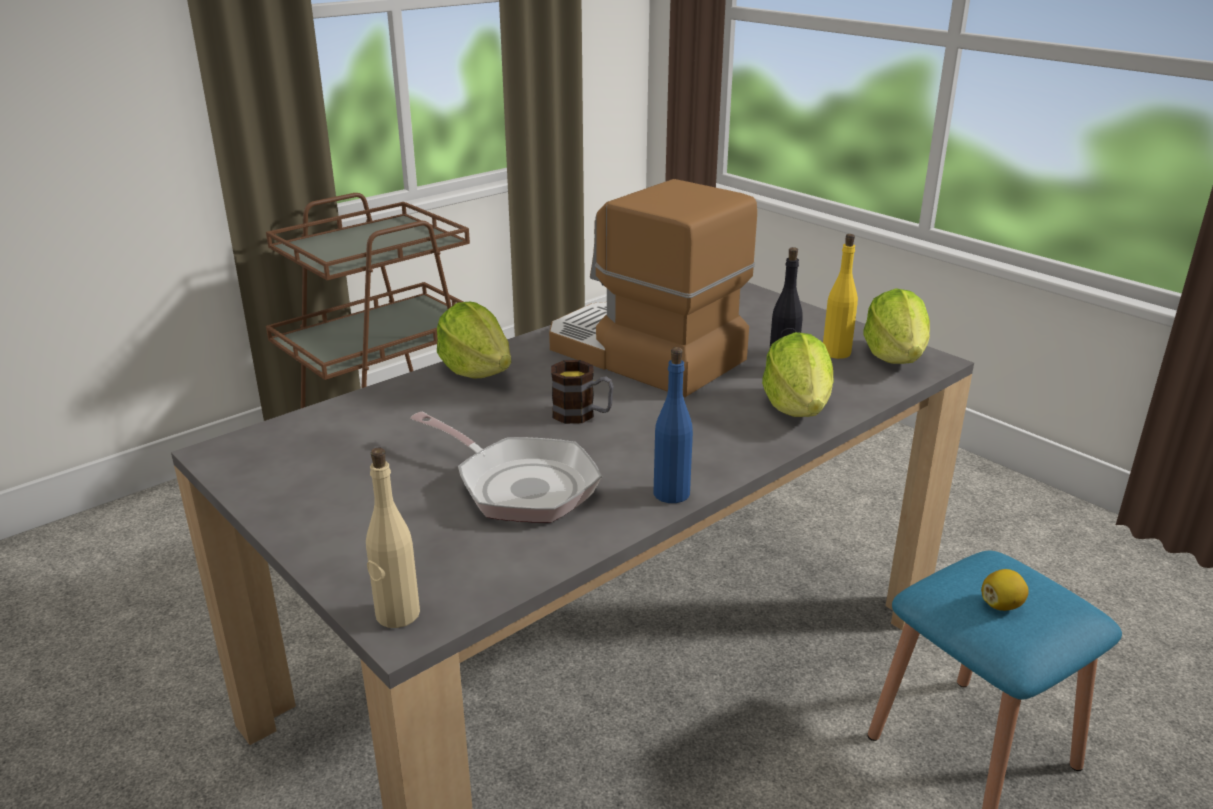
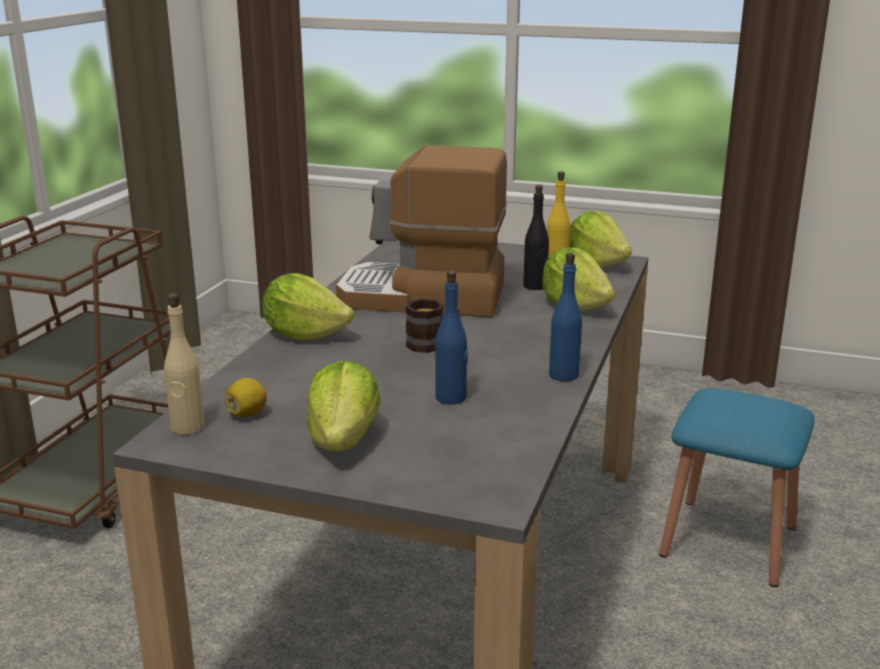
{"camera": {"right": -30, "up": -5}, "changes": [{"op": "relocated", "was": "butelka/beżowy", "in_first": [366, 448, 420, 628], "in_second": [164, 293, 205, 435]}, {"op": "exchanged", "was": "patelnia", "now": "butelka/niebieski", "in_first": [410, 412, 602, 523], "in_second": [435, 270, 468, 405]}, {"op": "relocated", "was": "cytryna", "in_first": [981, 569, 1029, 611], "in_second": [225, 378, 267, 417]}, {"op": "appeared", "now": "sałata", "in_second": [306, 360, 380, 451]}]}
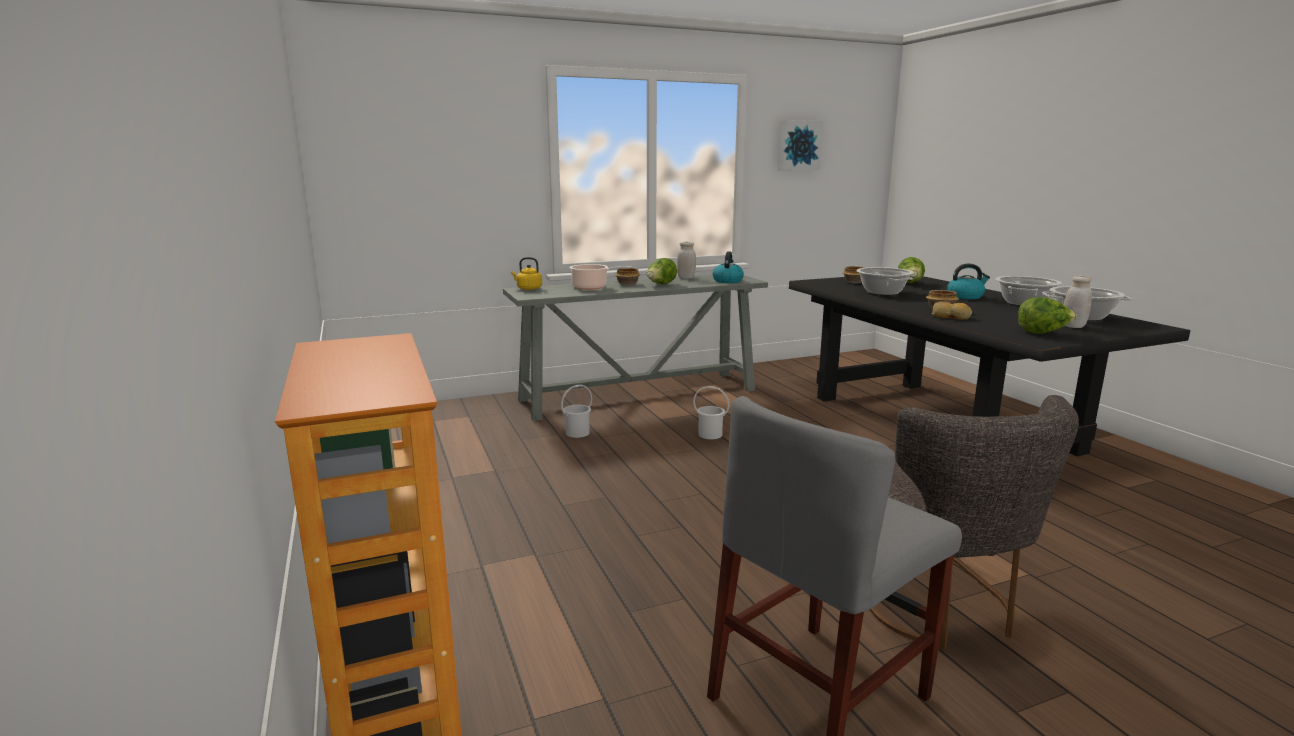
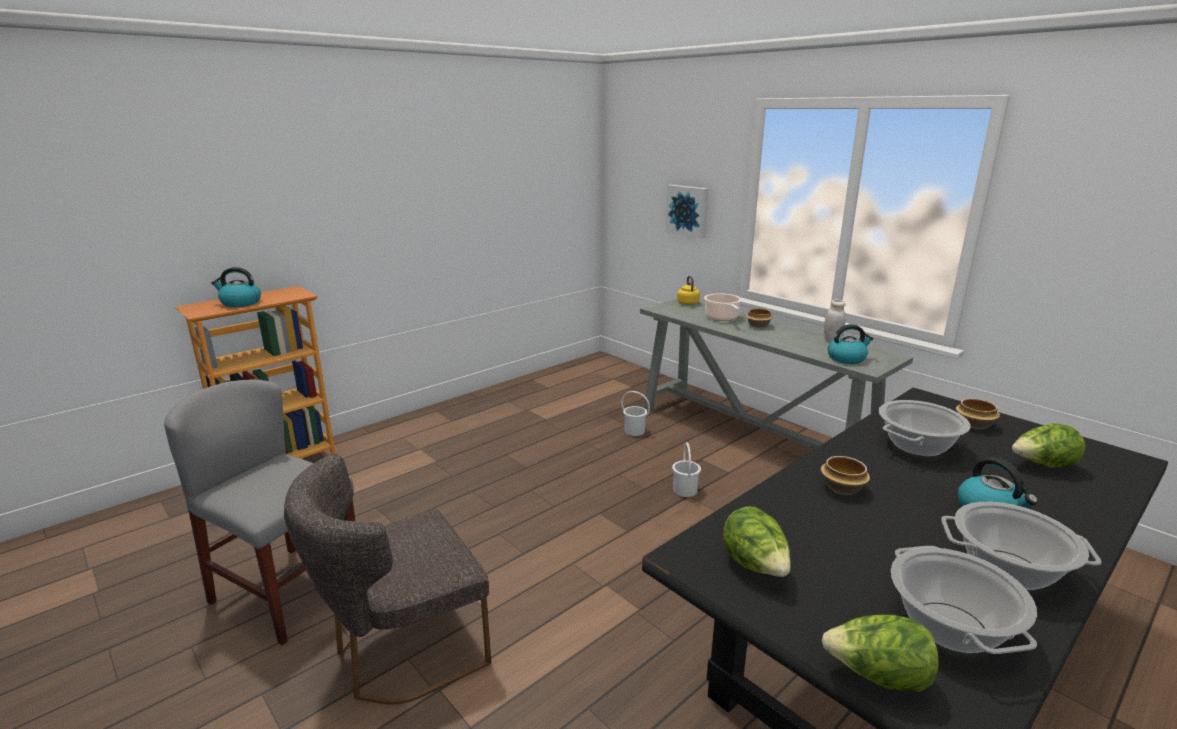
{"camera": {"right": 70, "up": 5}, "changes": [{"op": "relocated", "was": "sałata", "in_first": [647, 258, 677, 284], "in_second": [822, 615, 939, 692]}, {"op": "relocated", "was": "obraz", "in_first": [778, 120, 824, 170], "in_second": [666, 185, 709, 238]}, {"op": "missing", "was": "chleb", "in_first": [932, 301, 972, 320]}, {"op": "missing", "was": "słoik/biały", "in_first": [1064, 276, 1092, 328]}, {"op": "appeared", "now": "czajnik", "in_second": [211, 267, 261, 307]}]}
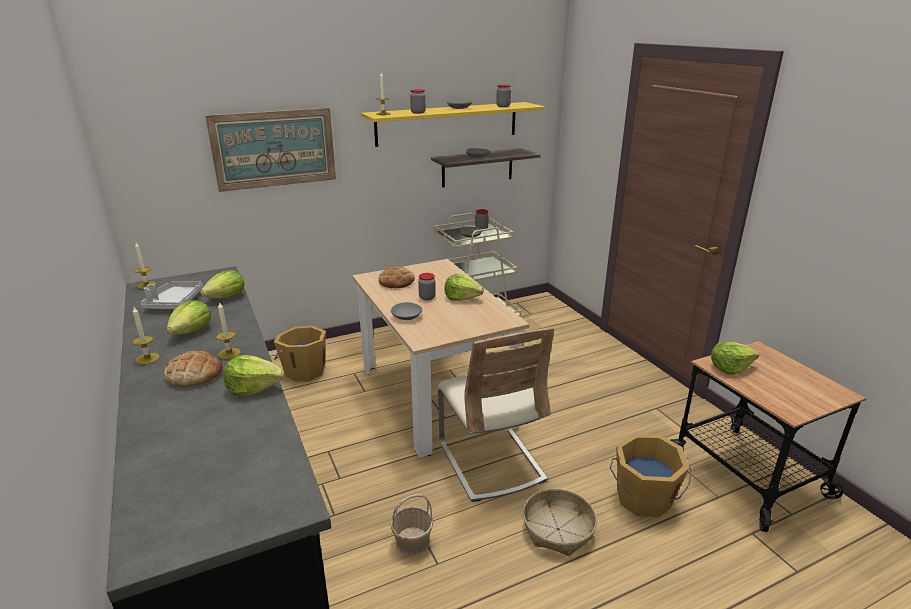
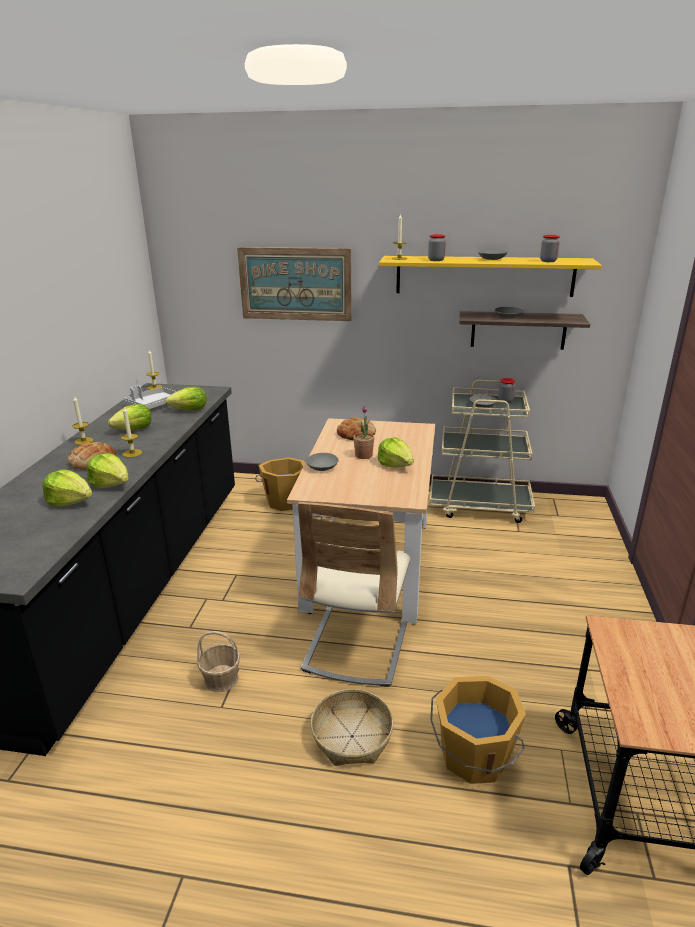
{"camera": {"right": 35, "up": 0}, "changes": [{"op": "exchanged", "was": "słoik", "now": "roślina doniczkowa", "in_first": [418, 273, 436, 300], "in_second": [353, 406, 374, 459]}, {"op": "relocated", "was": "sałata", "in_first": [711, 342, 759, 375], "in_second": [42, 469, 92, 506]}]}
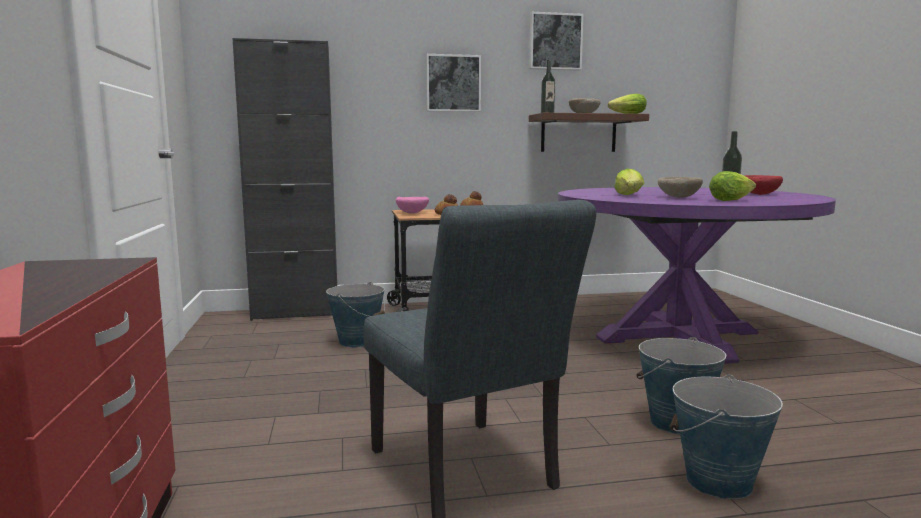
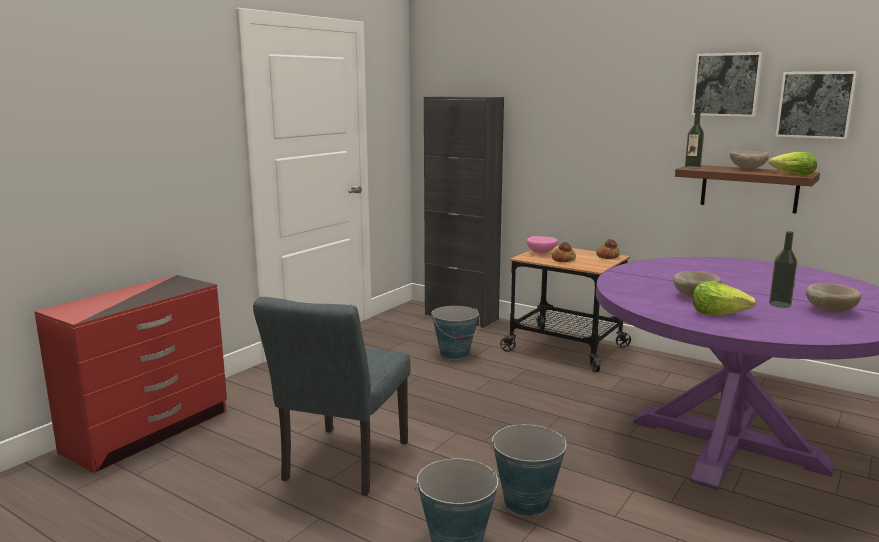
{"camera": {"right": 45, "up": 5}, "changes": [{"op": "relocated", "was": "obraz", "in_first": [426, 54, 481, 112], "in_second": [775, 71, 857, 139]}, {"op": "missing", "was": "sałata", "in_first": [614, 169, 644, 195]}, {"op": "colour", "was": "miska/czerwony", "now": "miska/beżowy", "in_first": [745, 175, 783, 195], "in_second": [806, 283, 861, 312]}]}
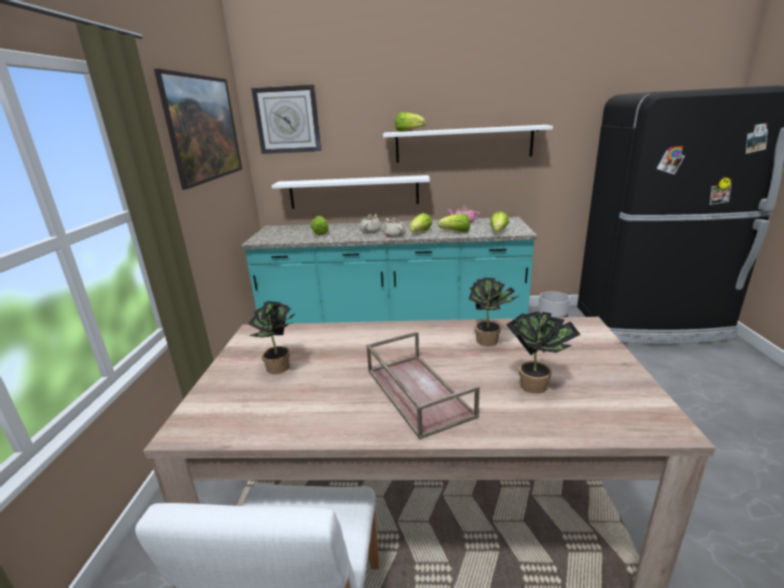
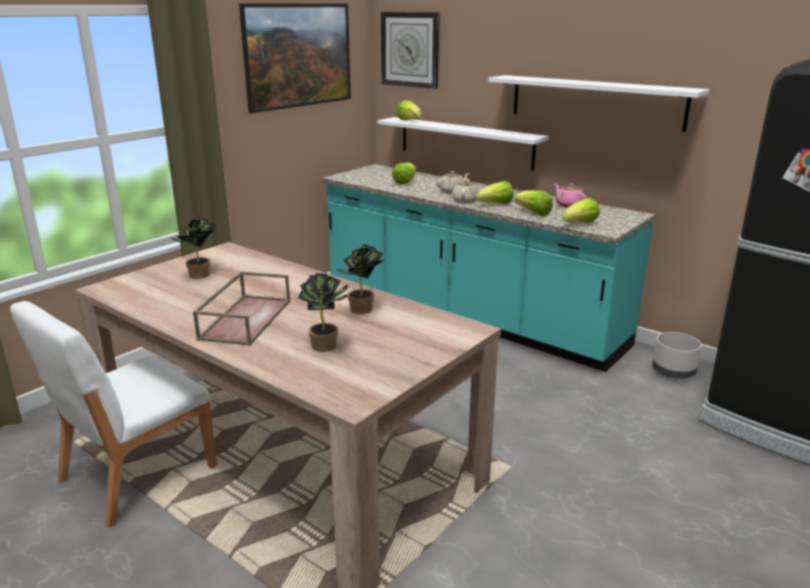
{"camera": {"right": 35, "up": 0}, "changes": [{"op": "relocated", "was": "sałata", "in_first": [395, 112, 426, 132], "in_second": [397, 100, 421, 120]}]}
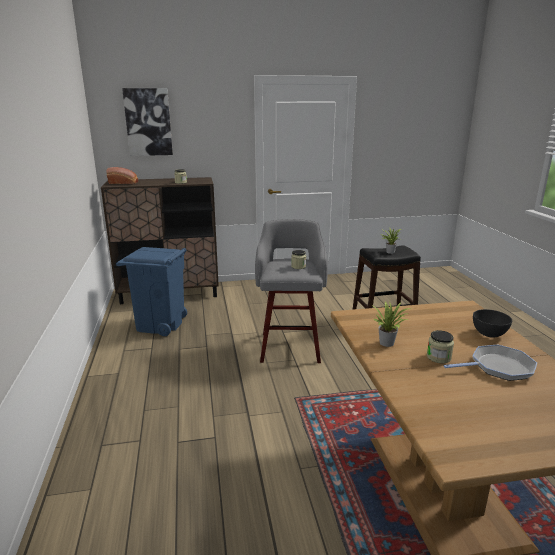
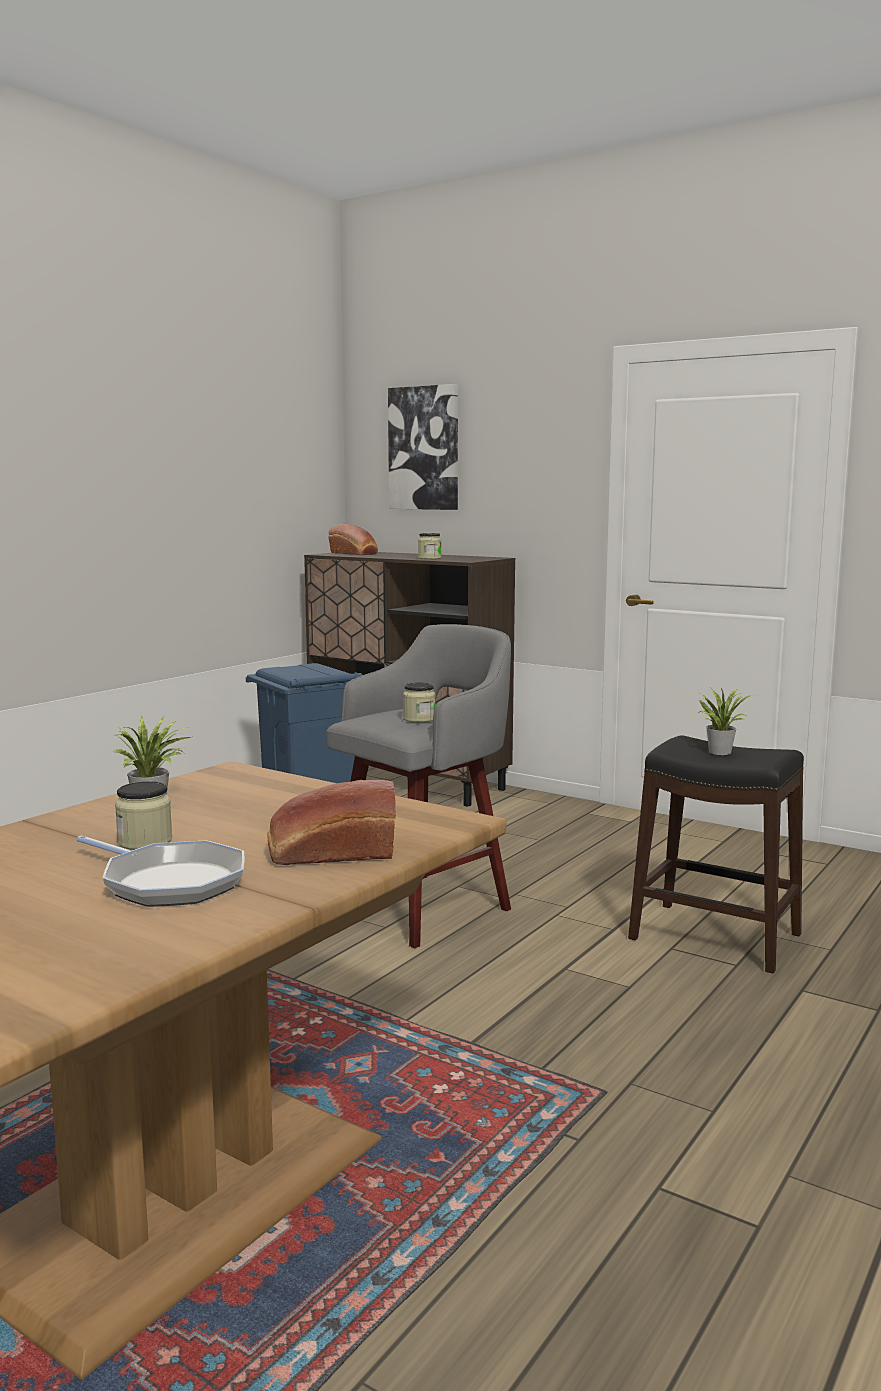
{"camera": {"right": 45, "up": -10}, "changes": [{"op": "exchanged", "was": "miska/szary", "now": "chleb", "in_first": [473, 309, 512, 338], "in_second": [268, 780, 396, 865]}]}
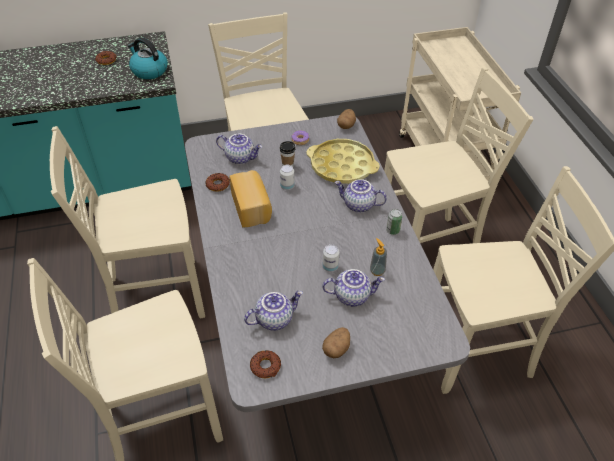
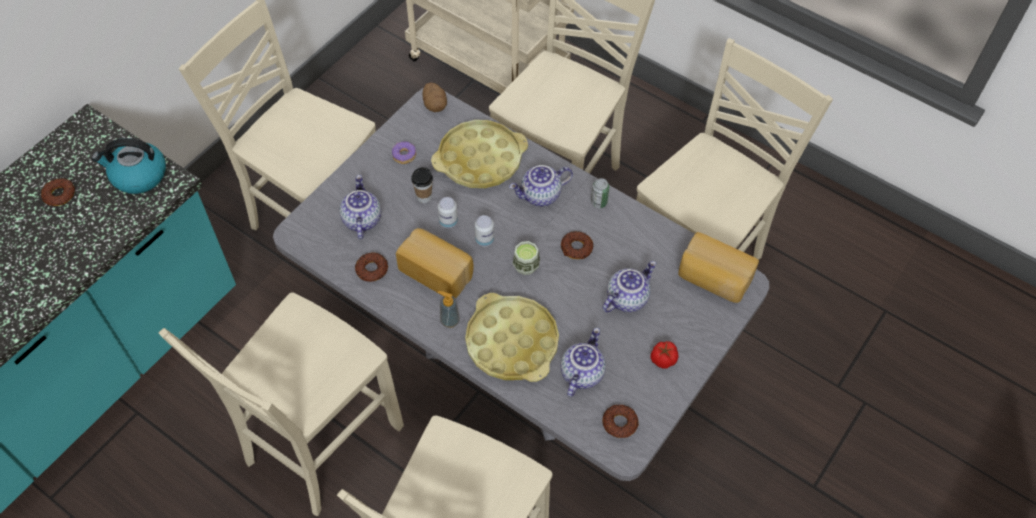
{"camera": {"right": -40, "up": 10}, "changes": [{"op": "spun", "was": "imbryk", "in_first": [216, 134, 262, 164], "in_second": [339, 175, 381, 239], "clockwise": -75}, {"op": "exchanged", "was": "ziemniak", "now": "pomidor", "in_first": [322, 327, 350, 358], "in_second": [651, 341, 679, 368]}, {"op": "relocated", "was": "puszka", "in_first": [323, 244, 339, 272], "in_second": [475, 215, 494, 247]}, {"op": "relocated", "was": "dozownik mydła", "in_first": [370, 238, 387, 276], "in_second": [438, 291, 460, 328]}, {"op": "appeared", "now": "taca/żółty", "in_second": [465, 293, 559, 382]}, {"op": "appeared", "now": "filiżanka", "in_second": [512, 241, 540, 275]}, {"op": "appeared", "now": "donut", "in_second": [561, 231, 593, 259]}, {"op": "appeared", "now": "chleb", "in_second": [678, 232, 759, 303]}]}
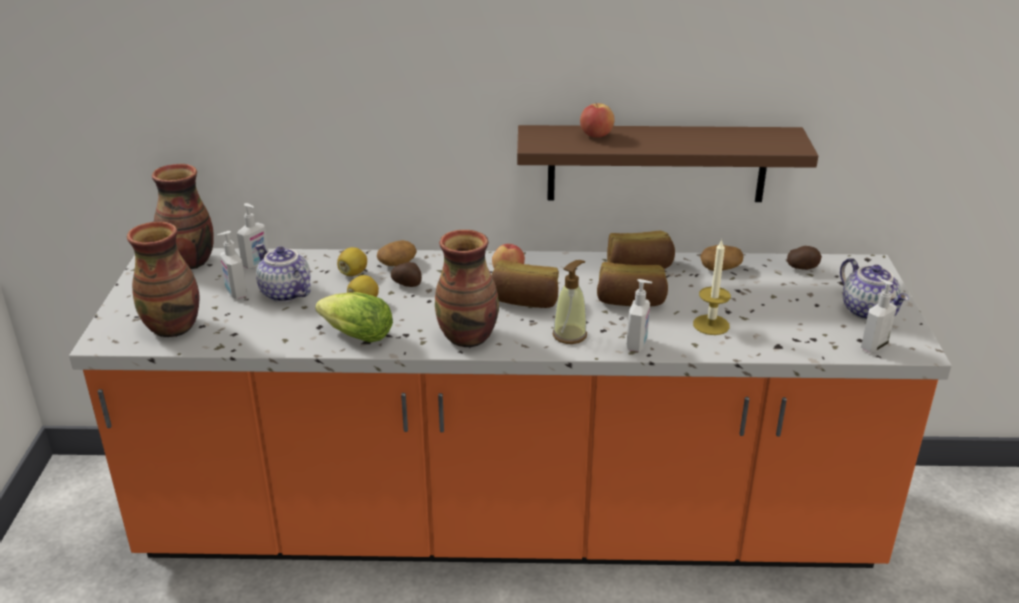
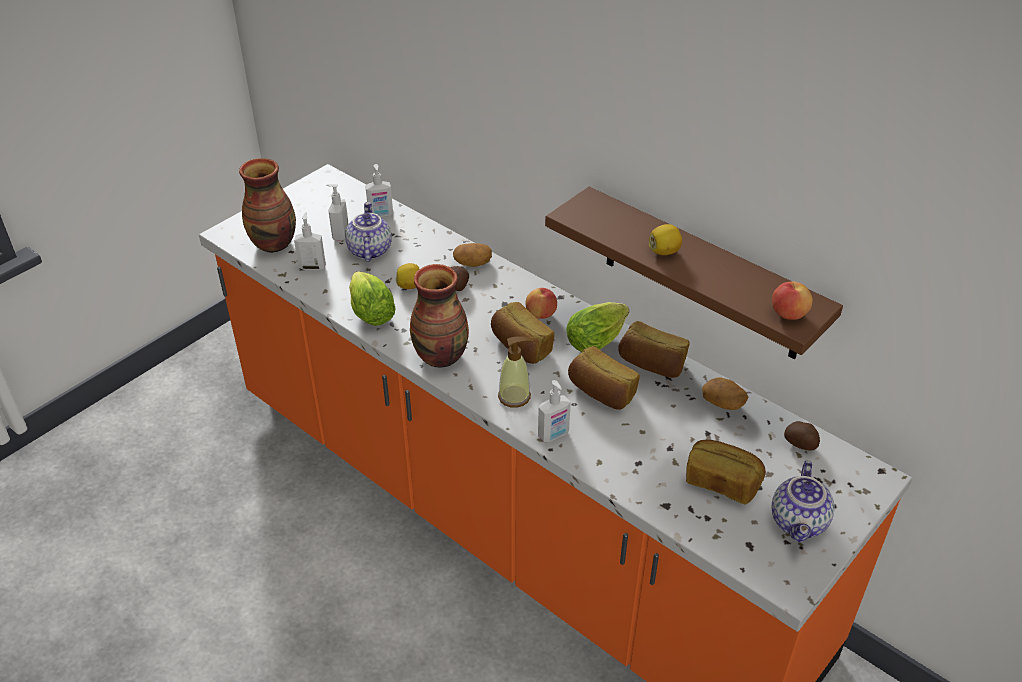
{"camera": {"right": 40, "up": 10}, "changes": [{"op": "missing", "was": "wazon", "in_first": [152, 164, 214, 269]}, {"op": "relocated", "was": "cytryna", "in_first": [337, 247, 367, 276], "in_second": [649, 224, 682, 255]}, {"op": "relocated", "was": "jabłko", "in_first": [580, 103, 615, 138], "in_second": [772, 282, 813, 320]}, {"op": "missing", "was": "świeca", "in_first": [693, 239, 731, 335]}, {"op": "relocated", "was": "dozownik mydła", "in_first": [861, 278, 897, 353], "in_second": [294, 212, 326, 270]}, {"op": "appeared", "now": "sałata", "in_second": [566, 302, 629, 352]}, {"op": "appeared", "now": "chleb", "in_second": [686, 440, 766, 504]}]}
